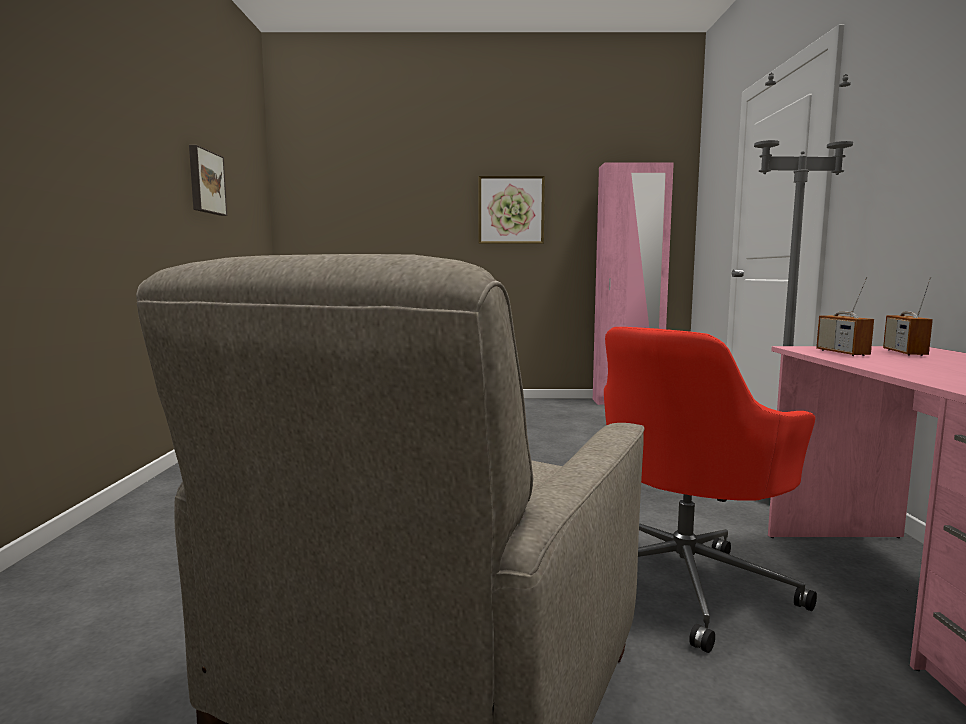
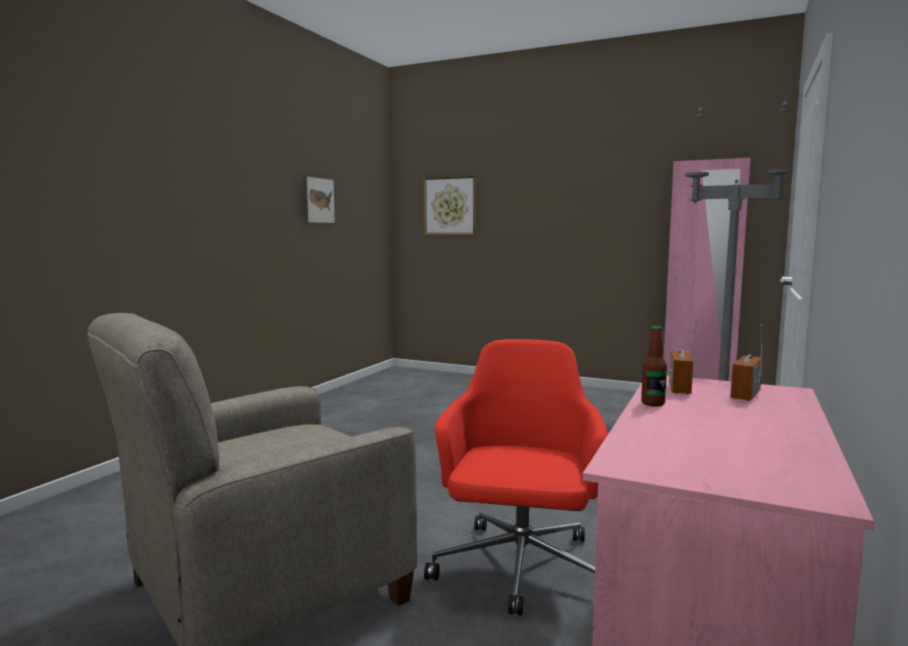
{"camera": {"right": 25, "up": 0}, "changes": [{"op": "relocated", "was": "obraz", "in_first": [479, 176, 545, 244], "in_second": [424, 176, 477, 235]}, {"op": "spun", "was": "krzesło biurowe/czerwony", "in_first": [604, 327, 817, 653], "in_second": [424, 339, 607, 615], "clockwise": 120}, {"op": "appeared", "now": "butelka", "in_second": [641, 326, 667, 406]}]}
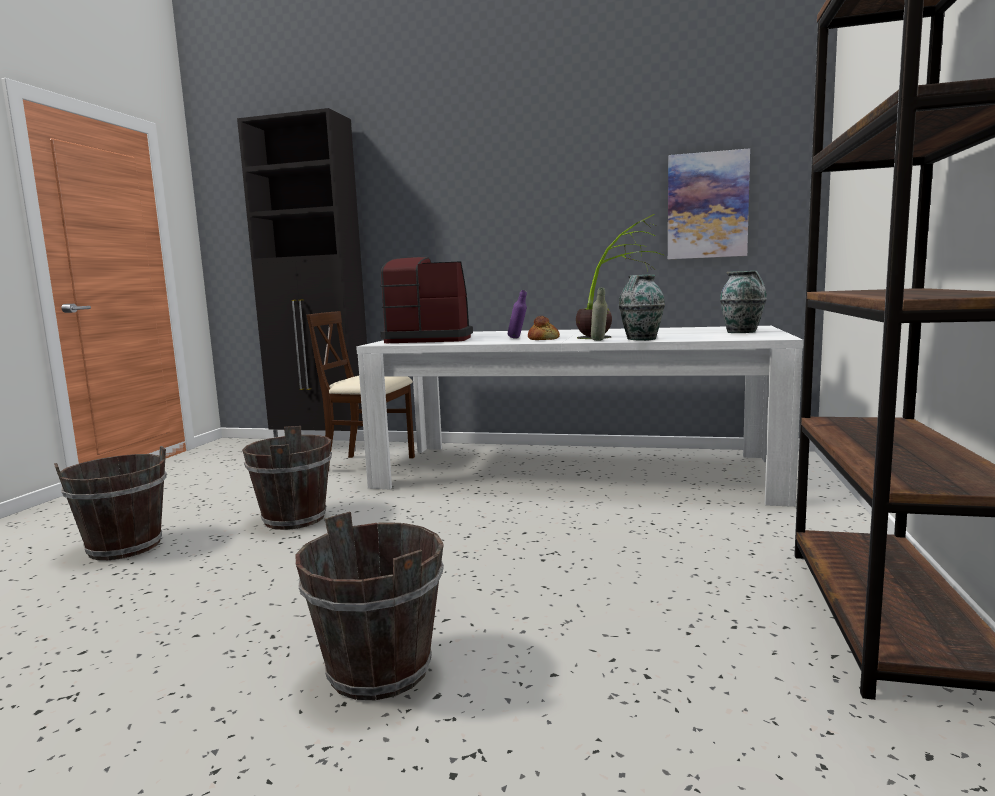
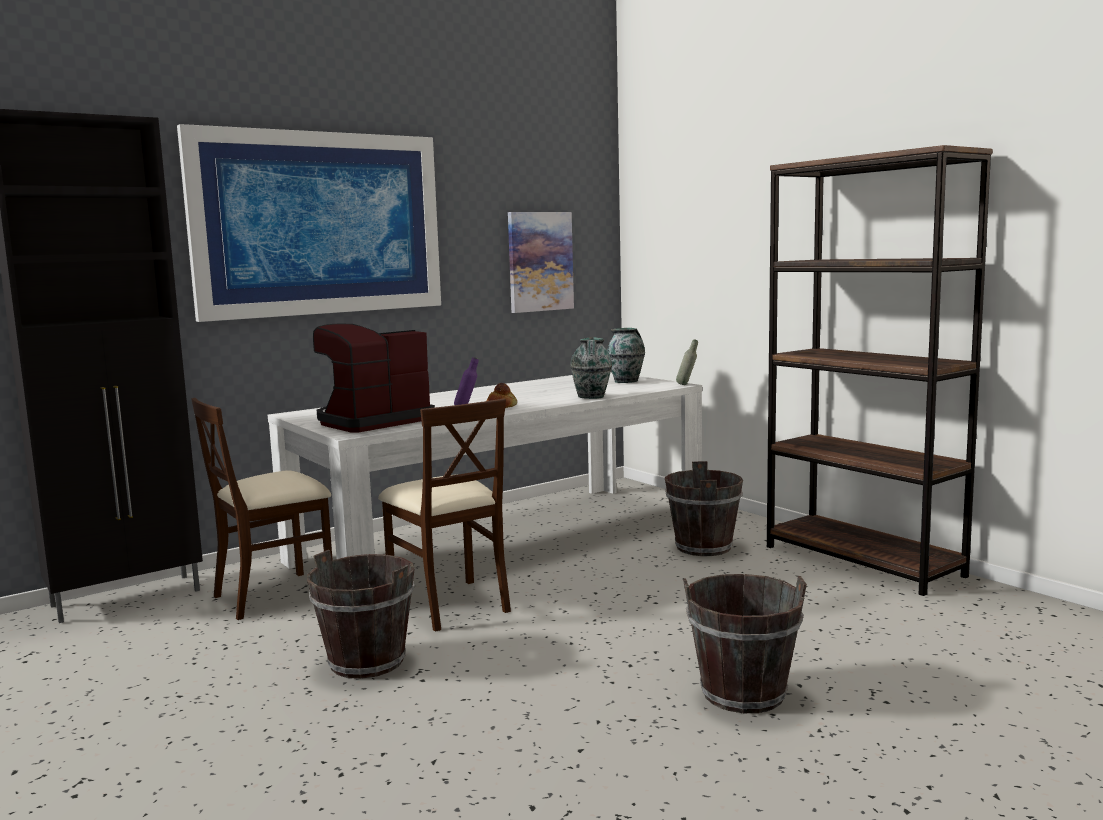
{"camera": {"right": -50, "up": 0}, "changes": [{"op": "relocated", "was": "wiadro/brązowy", "in_first": [54, 446, 167, 560], "in_second": [665, 461, 743, 556]}, {"op": "missing", "was": "roślina doniczkowa", "in_first": [576, 214, 663, 339]}, {"op": "relocated", "was": "butelka/szary", "in_first": [591, 288, 608, 341], "in_second": [676, 339, 698, 385]}, {"op": "appeared", "now": "obraz", "in_second": [177, 124, 441, 322]}, {"op": "appeared", "now": "krzesło/beżowy", "in_second": [378, 399, 511, 632]}]}
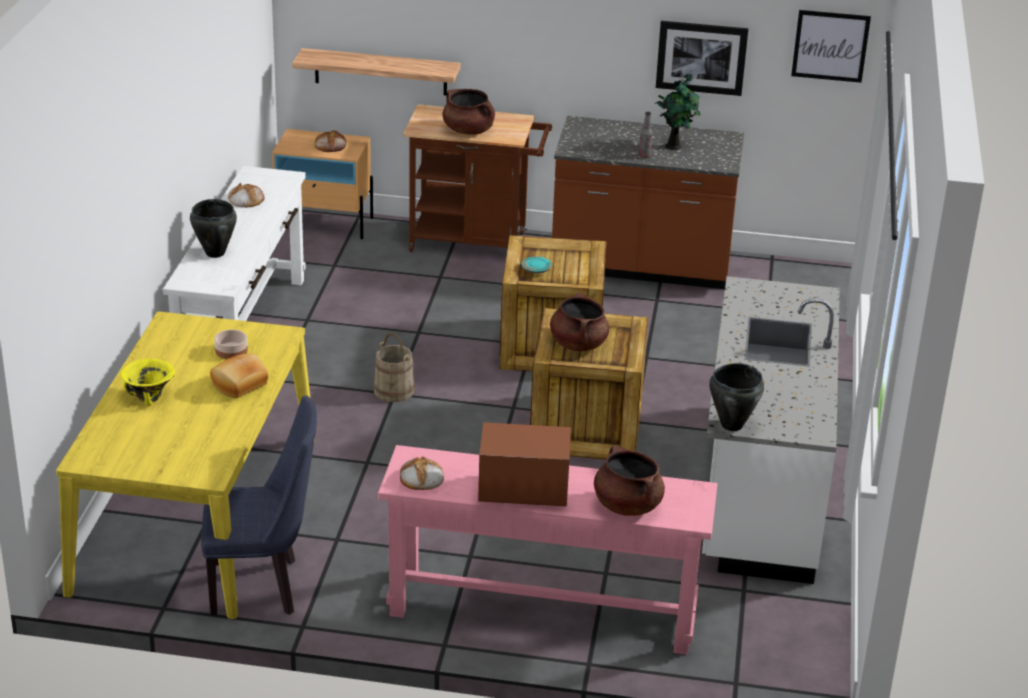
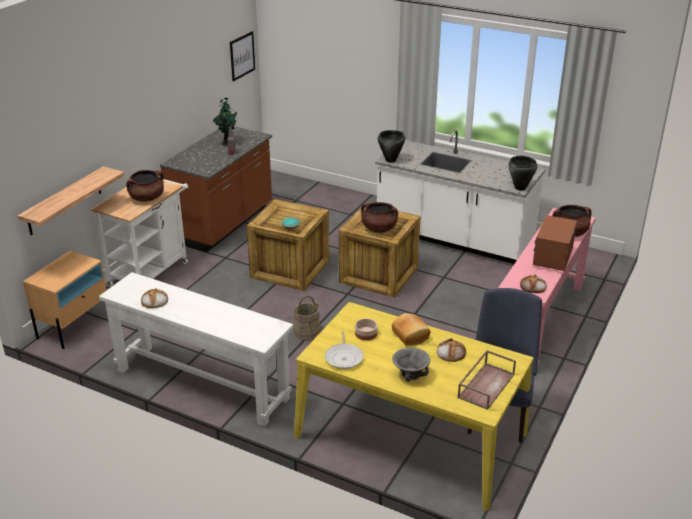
{"camera": {"right": -70, "up": 0}, "changes": [{"op": "colour", "was": "miska/żółty", "now": "miska/szary", "in_first": [121, 359, 175, 406], "in_second": [392, 348, 430, 382]}, {"op": "relocated", "was": "garnek/czarny", "in_first": [190, 199, 237, 258], "in_second": [378, 130, 405, 163]}, {"op": "relocated", "was": "chleb", "in_first": [314, 130, 346, 152], "in_second": [436, 338, 466, 362]}, {"op": "colour", "was": "wózek/brązowy", "now": "wózek/biały", "in_first": [403, 104, 552, 252], "in_second": [91, 179, 188, 287]}, {"op": "missing", "was": "obraz", "in_first": [656, 21, 748, 96]}, {"op": "appeared", "now": "patelnia", "in_second": [325, 332, 364, 369]}, {"op": "appeared", "now": "taca/brązowy", "in_second": [457, 350, 516, 410]}]}
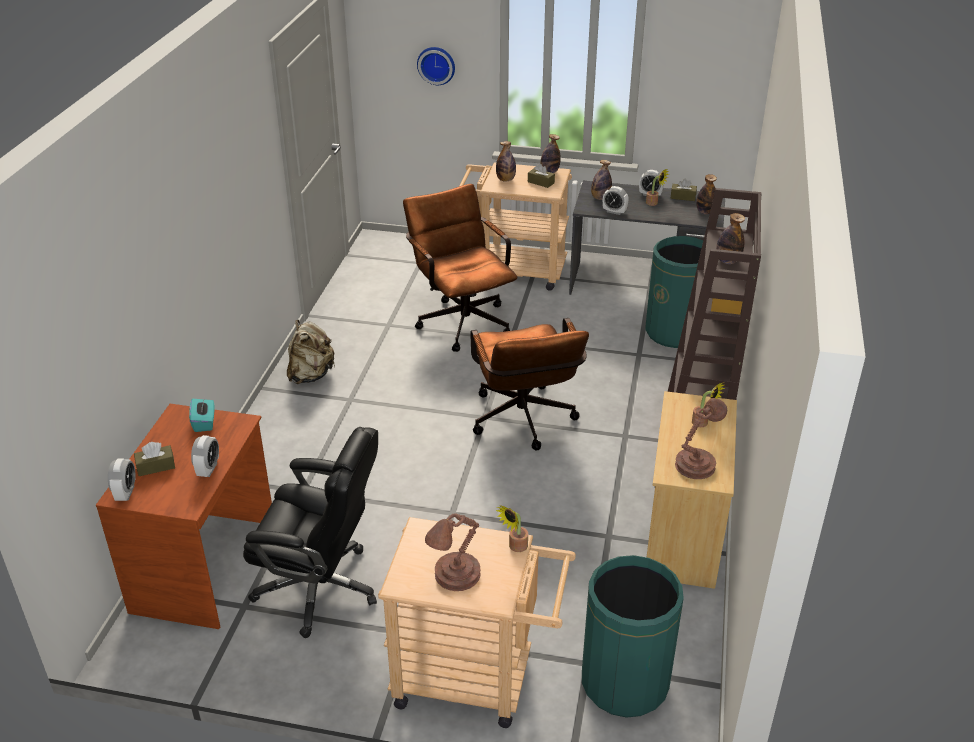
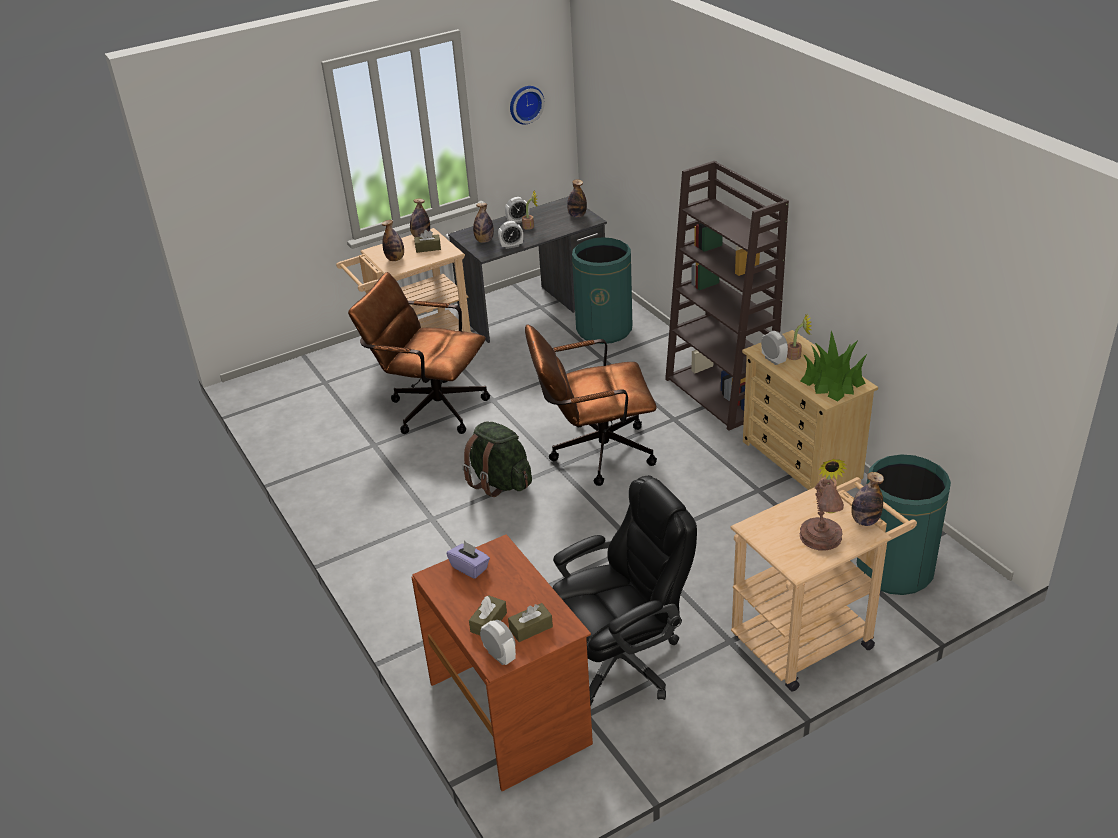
{"camera": {"right": -40, "up": 0}, "changes": [{"op": "colour", "was": "pudełko chusteczek/turkusowy", "now": "pudełko chusteczek/fioletowy", "in_first": [189, 399, 214, 432], "in_second": [447, 541, 490, 579]}, {"op": "relocated", "was": "budzik", "in_first": [191, 435, 219, 477], "in_second": [761, 331, 788, 365]}, {"op": "missing", "was": "plecak/beżowy", "in_first": [287, 320, 335, 384]}, {"op": "relocated", "was": "zegar ścienny", "in_first": [417, 47, 455, 85], "in_second": [510, 86, 545, 125]}, {"op": "spun", "was": "krzesło biurowe/brązowy", "in_first": [471, 318, 589, 450], "in_second": [525, 324, 657, 486], "clockwise": 135}, {"op": "relocated", "was": "pudełko chusteczek/brązowy", "in_first": [671, 179, 697, 201], "in_second": [508, 603, 553, 642]}, {"op": "exchanged", "was": "lampa stołowa/brązowy", "now": "roślina doniczkowa", "in_first": [675, 398, 727, 479], "in_second": [800, 331, 868, 402]}, {"op": "relocated", "was": "butelka", "in_first": [716, 213, 745, 264], "in_second": [851, 472, 884, 526]}, {"op": "appeared", "now": "plecak/zielony", "in_second": [462, 421, 532, 497]}]}
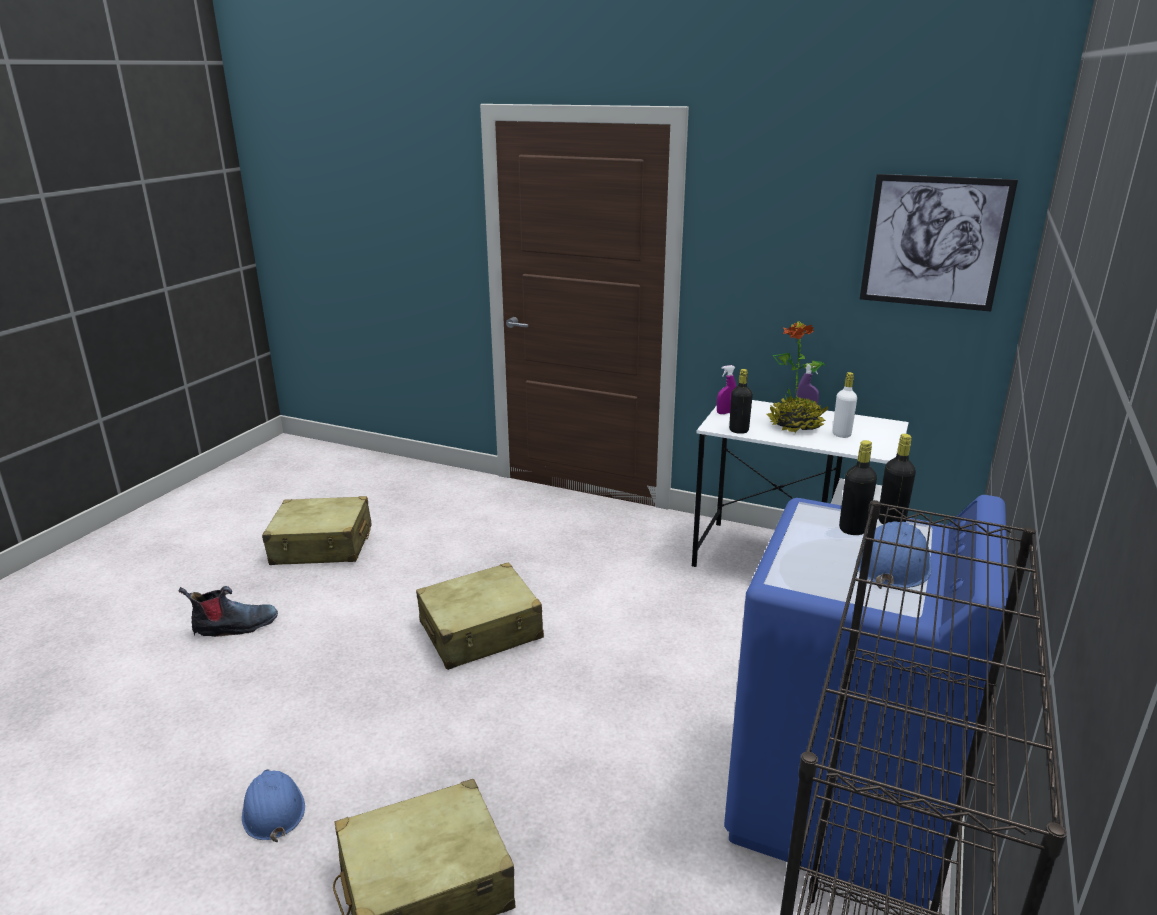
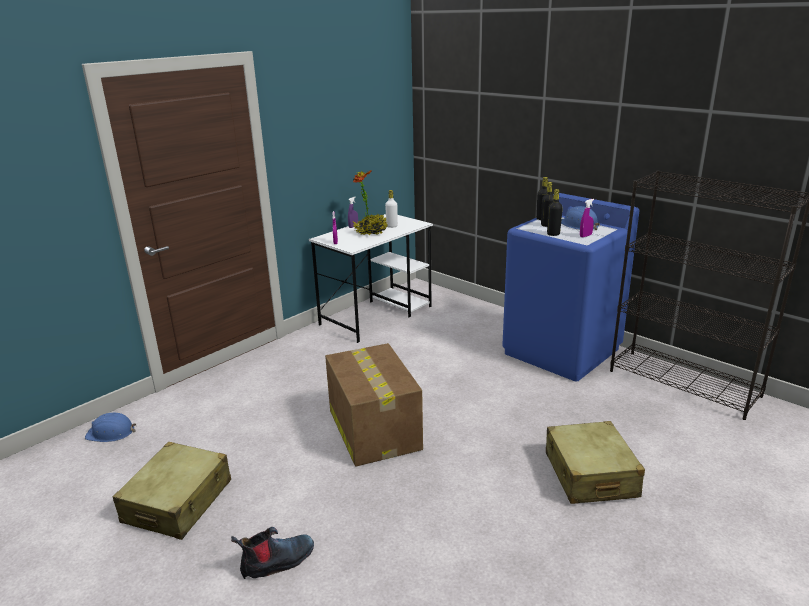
{"camera": {"right": -70, "up": 0}, "changes": [{"op": "spun", "was": "but z cholewką", "in_first": [178, 586, 278, 637], "in_second": [231, 527, 314, 579], "clockwise": 60}, {"op": "relocated", "was": "kask/niebieski", "in_first": [242, 770, 305, 842], "in_second": [85, 413, 136, 442]}, {"op": "exchanged", "was": "walizka/beżowy", "now": "karton", "in_first": [416, 562, 544, 670], "in_second": [325, 343, 423, 467]}, {"op": "relocated", "was": "butelka/czarny", "in_first": [729, 369, 753, 434], "in_second": [547, 189, 563, 236]}, {"op": "missing", "was": "obraz", "in_first": [860, 174, 1018, 312]}, {"op": "appeared", "now": "spryskiwacz/fioletowy", "in_second": [580, 199, 594, 237]}]}
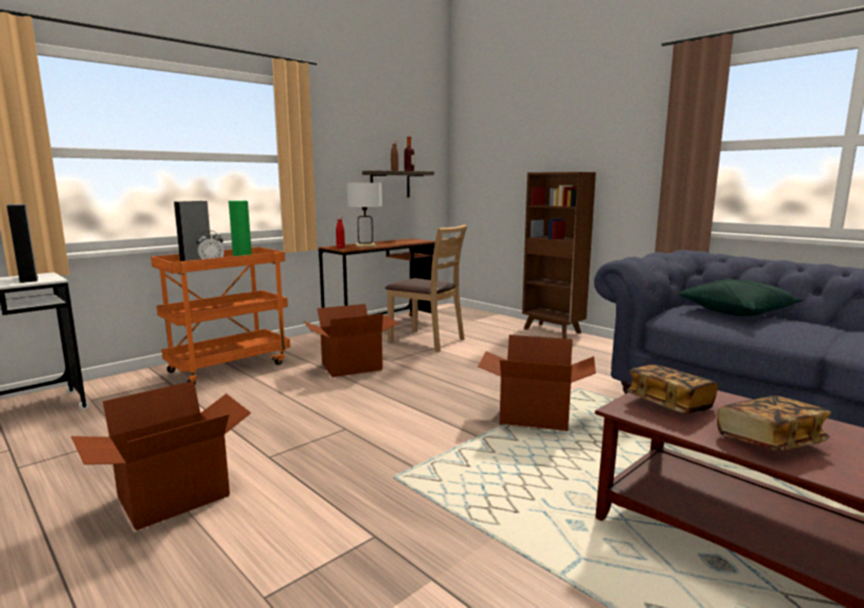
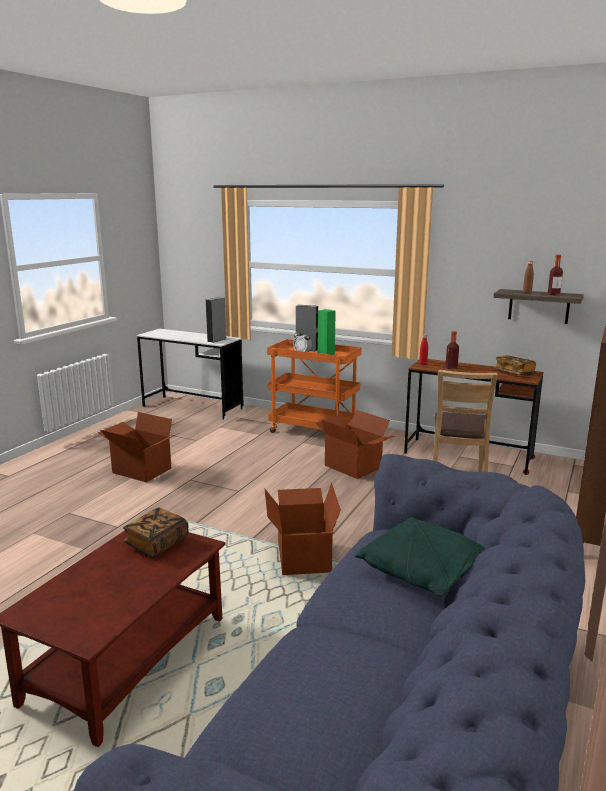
{"camera": {"right": 70, "up": 5}, "changes": [{"op": "exchanged", "was": "lampa stołowa/biały", "now": "butelka", "in_first": [347, 183, 382, 247], "in_second": [445, 331, 459, 369]}, {"op": "relocated", "was": "książka", "in_first": [717, 396, 831, 451], "in_second": [494, 356, 536, 375]}]}
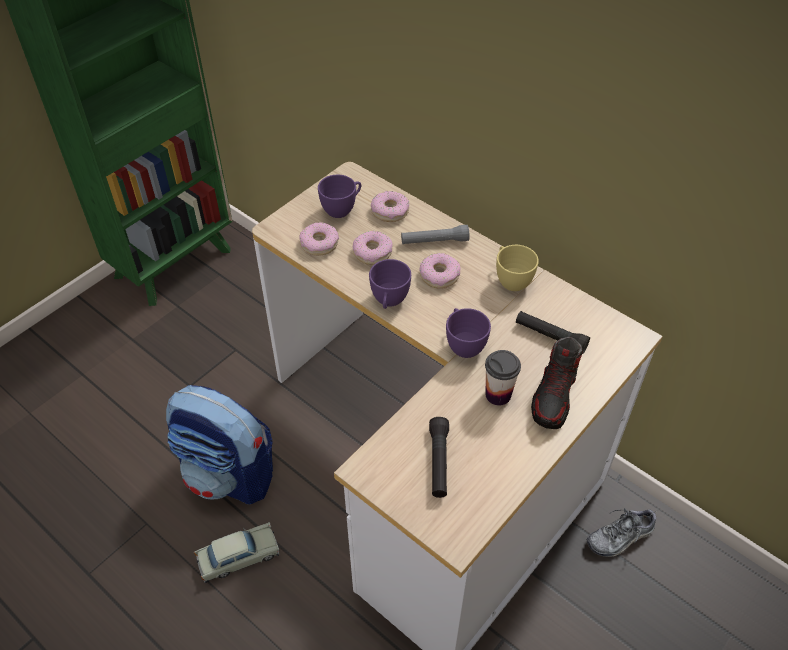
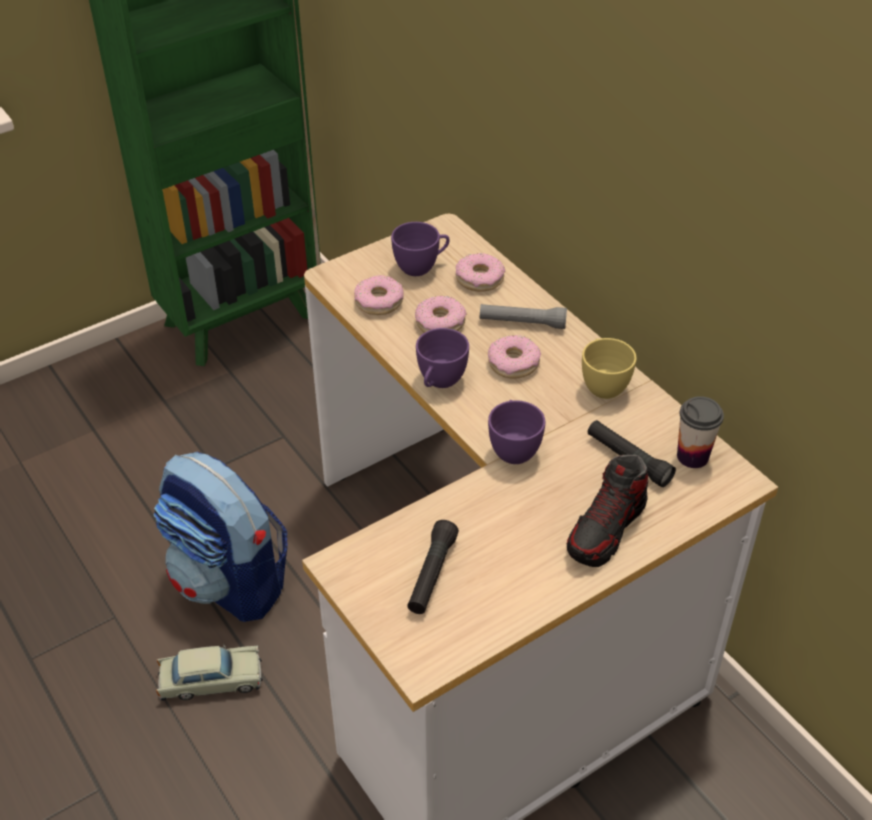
{"camera": {"right": 15, "up": -5}, "changes": [{"op": "relocated", "was": "filiżanka", "in_first": [485, 350, 521, 406], "in_second": [677, 396, 724, 468]}, {"op": "missing", "was": "but", "in_first": [587, 508, 656, 557]}]}
